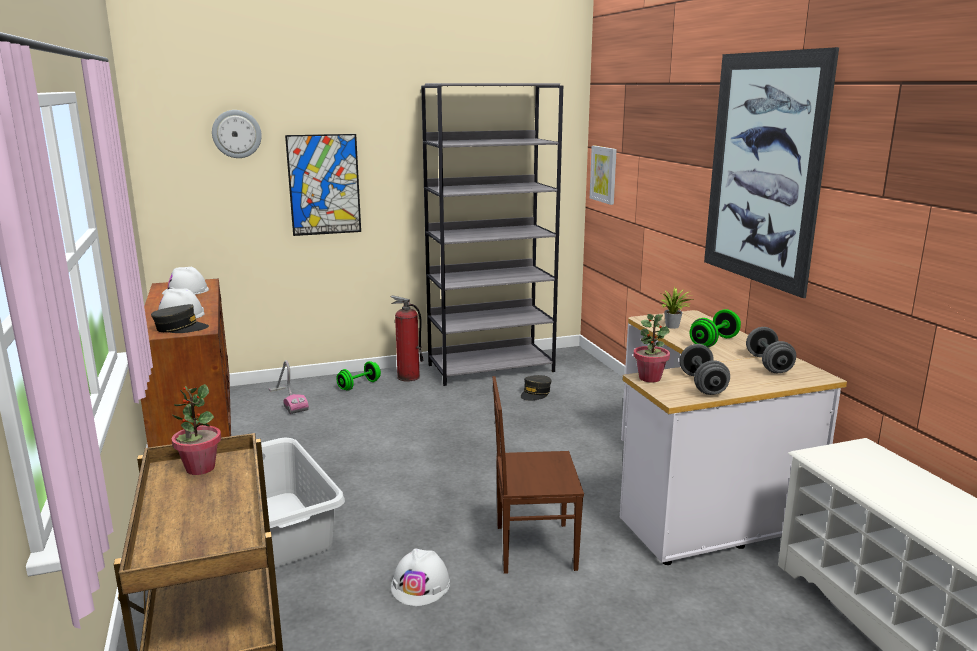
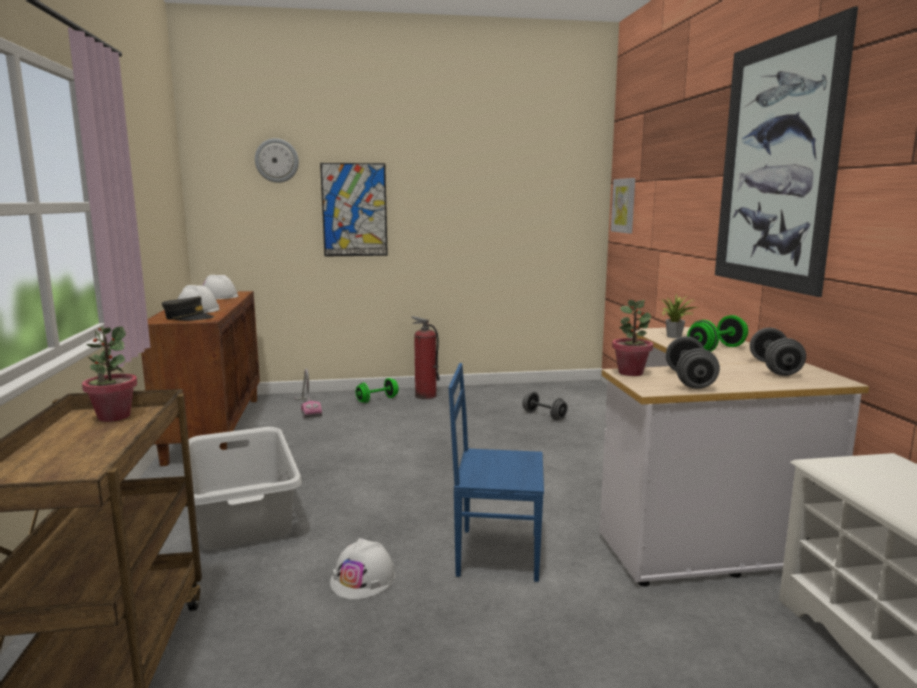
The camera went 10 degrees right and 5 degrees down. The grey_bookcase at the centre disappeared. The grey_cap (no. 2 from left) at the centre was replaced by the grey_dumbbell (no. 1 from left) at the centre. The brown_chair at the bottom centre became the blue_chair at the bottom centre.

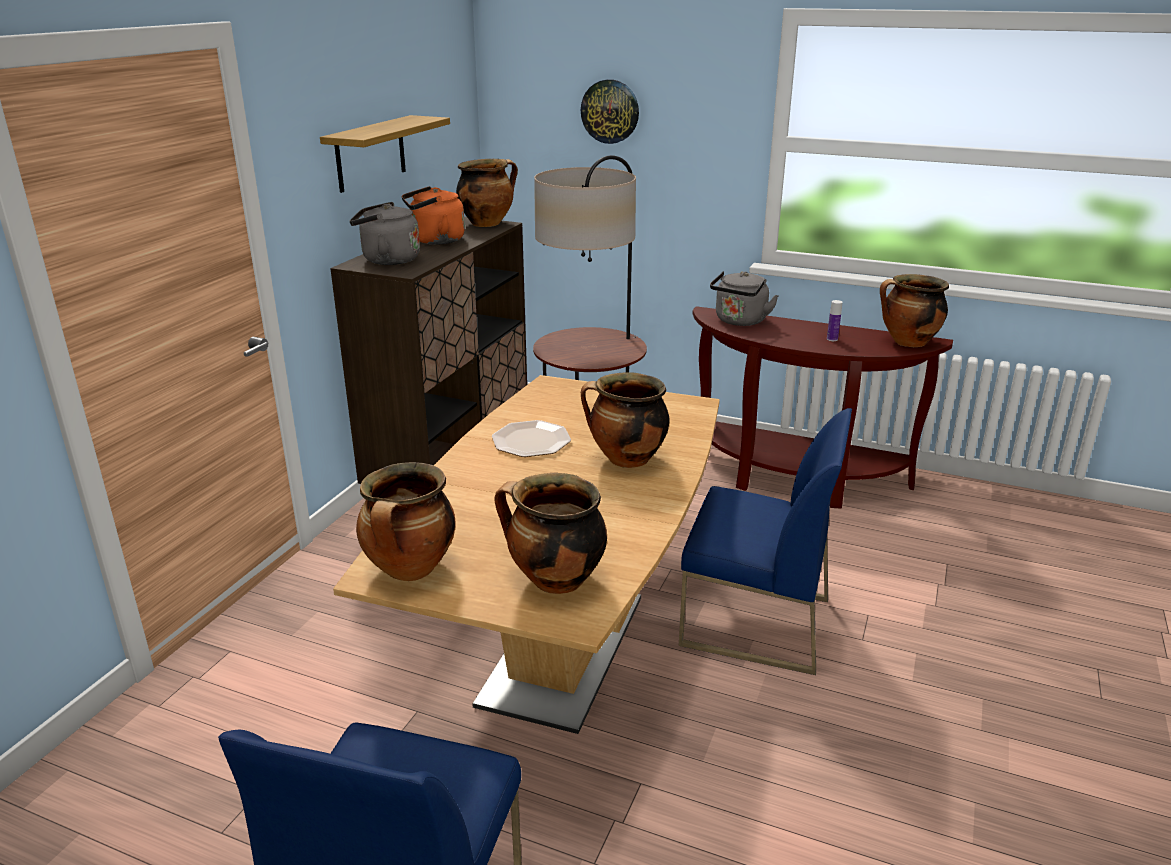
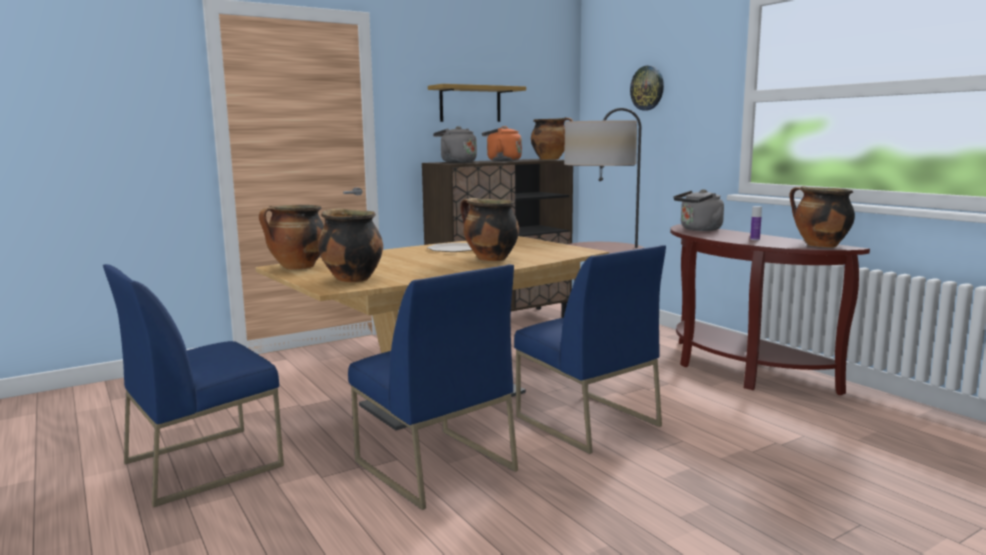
The camera went 35 degrees right and 15 degrees down. The blue_chair (no. 2 from left) at the bottom centre appeared.

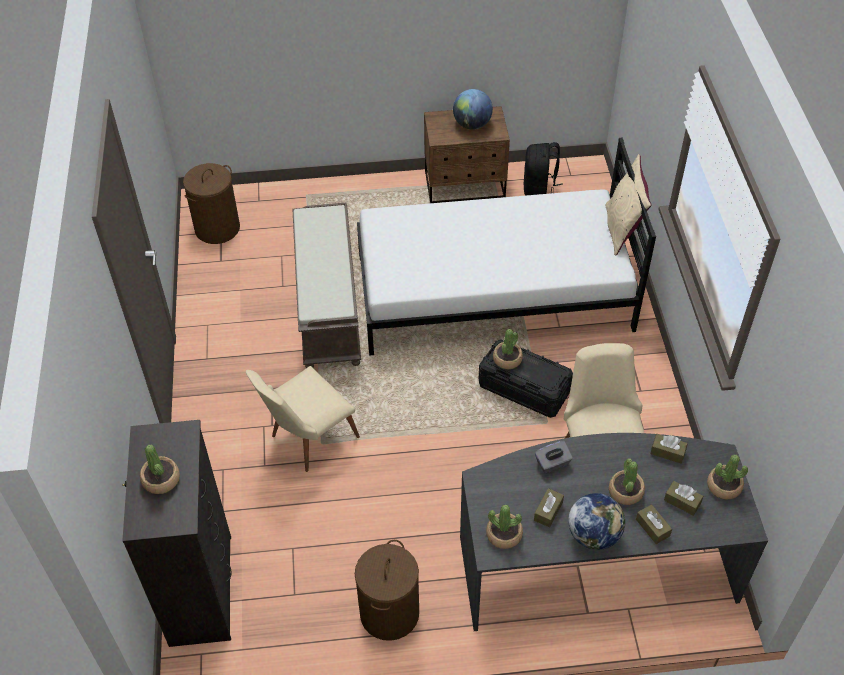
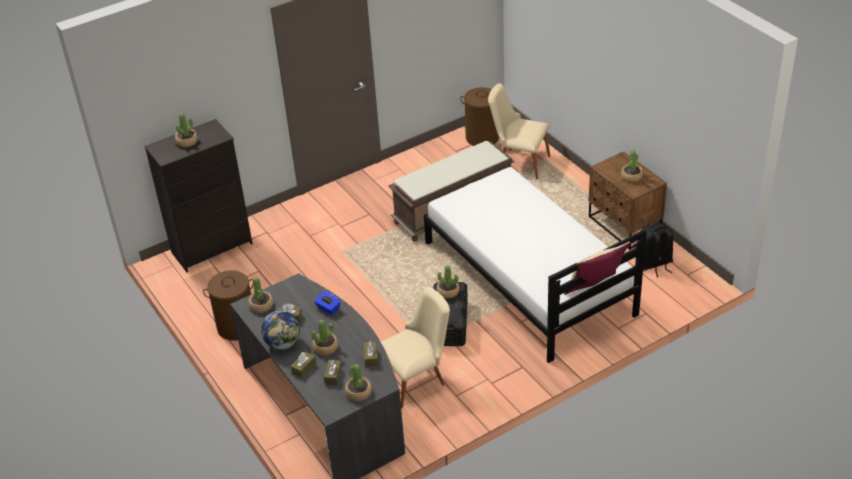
The camera went 65 degrees right and 10 degrees down. The beige_chair (no. 1 from left in the first image) moved from the centre to the top centre. The globe (no. 1 from left) at the top centre was replaced by the potted_plant (no. 6 from left) at the middle right. The grey_tissue_box at the bottom centre became the blue_tissue_box at the centre.

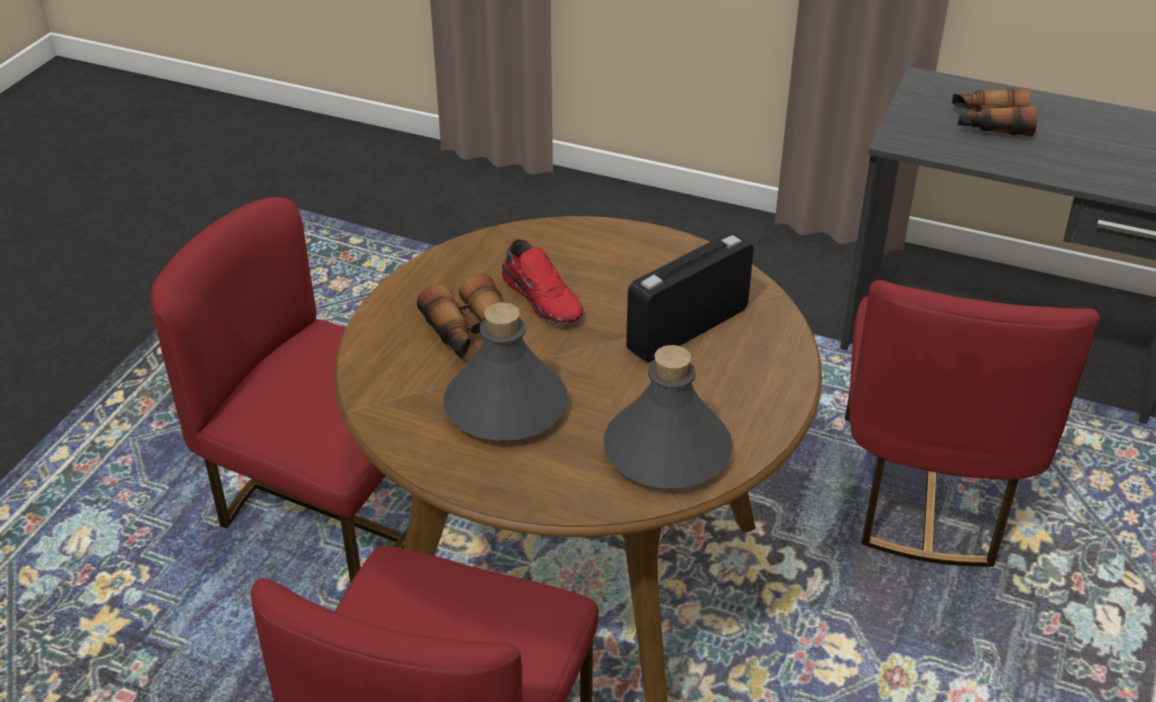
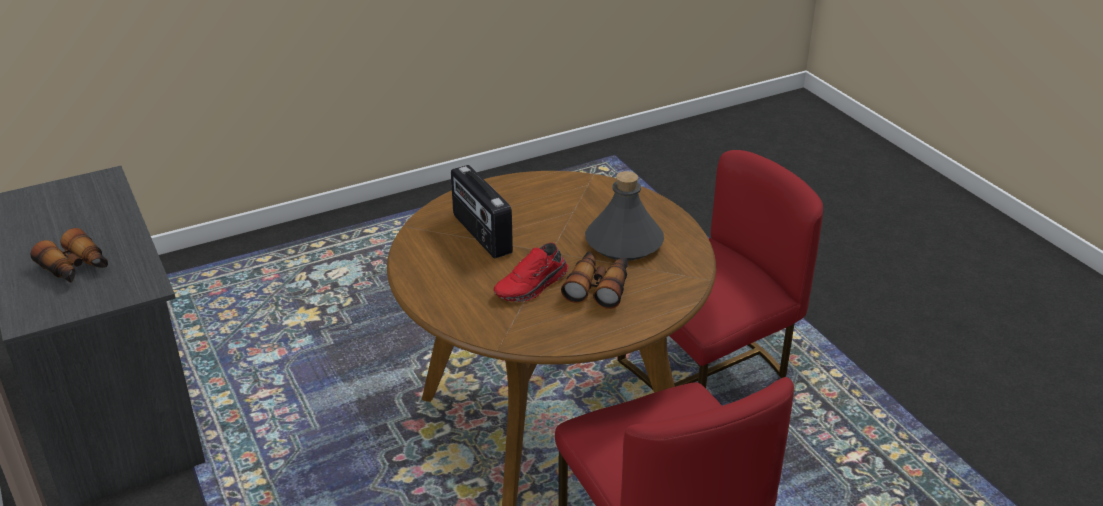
The camera went 140 degrees left and 5 degrees down. The grey_bottle (no. 2 from left) at the centre disappeared. The red_chair (no. 3 from left) at the middle right disappeared. The red_shoe at the centre turned 135 degrees counterclockwise. The radio at the centre turned 60 degrees clockwise.

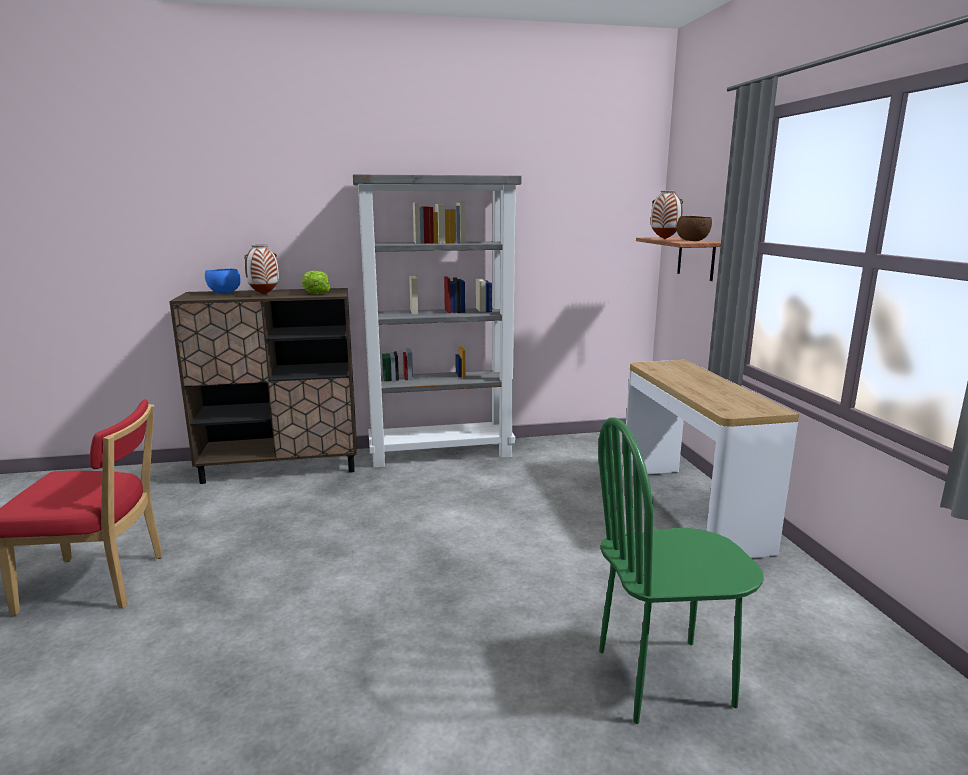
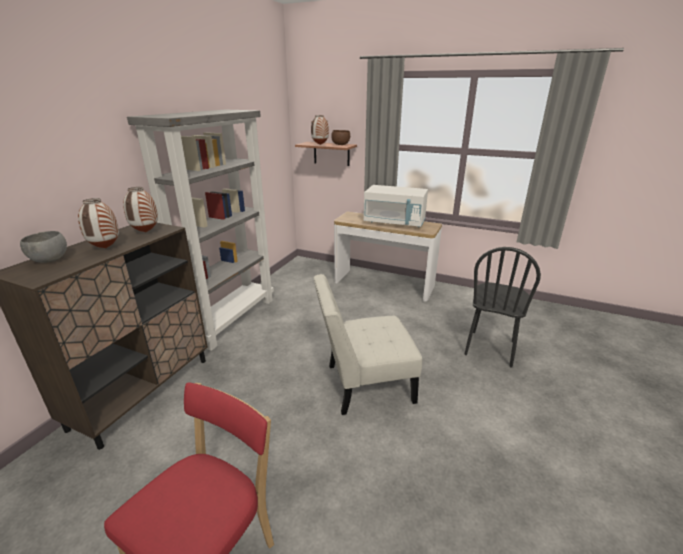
The camera went 55 degrees left and 10 degrees up. The white_chair at the centre appeared. The white_microwave at the centre appeared. The lettuce at the middle left was replaced by the vase (no. 2 from left) at the middle left. The blue_bowl at the middle left became the grey_bowl at the middle left. The green_chair at the bottom right became the black_chair at the middle right.

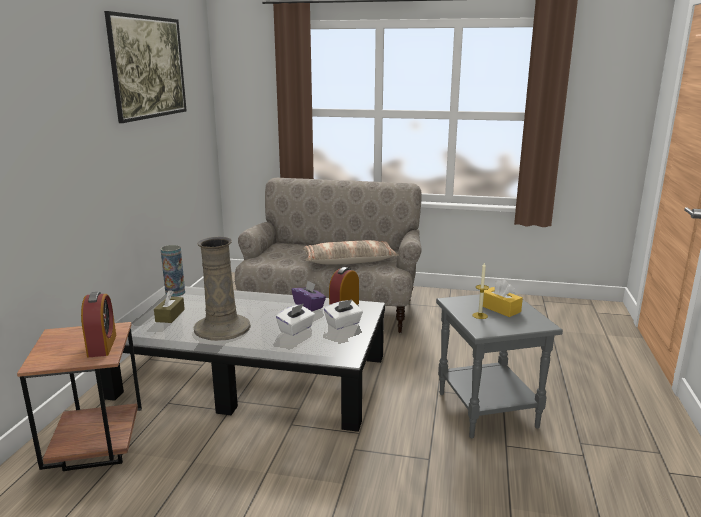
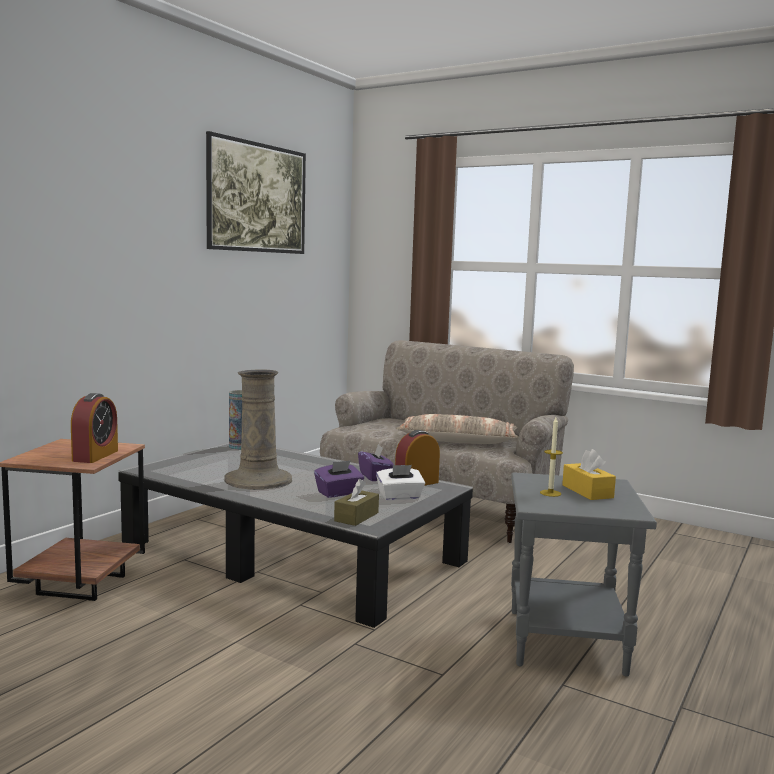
The camera went 20 degrees right and 10 degrees down. The brown_tissue_box moved from the middle left to the centre. The white_tissue_box (no. 1 from left) at the centre became the purple_tissue_box (no. 1 from left) at the centre.

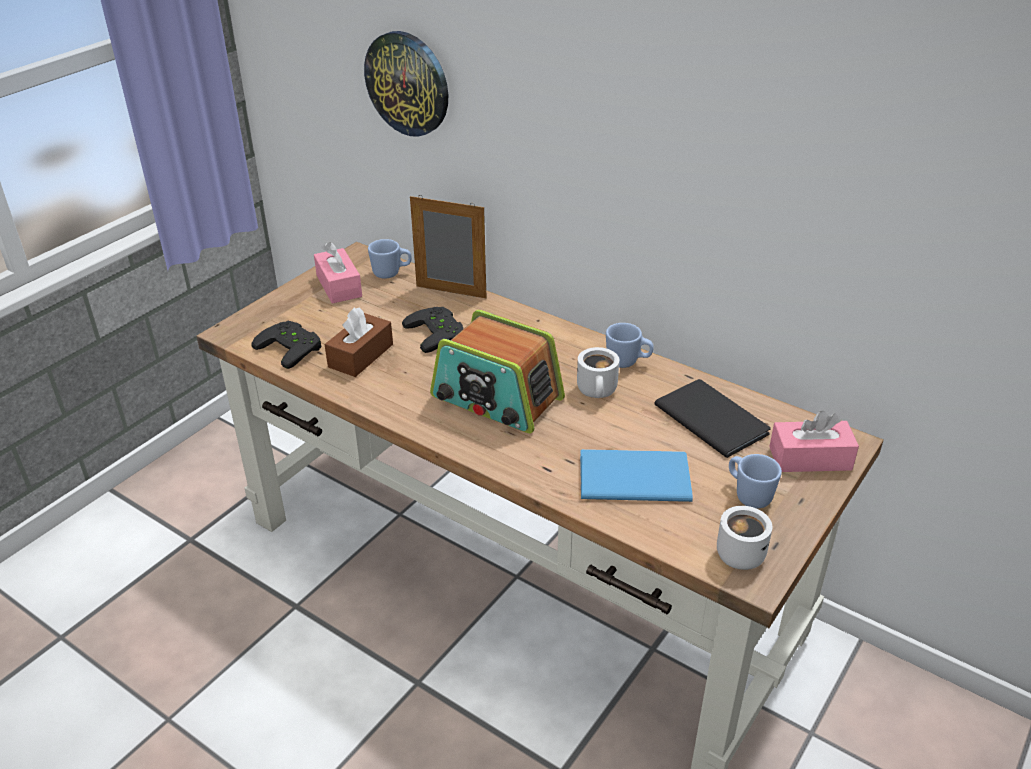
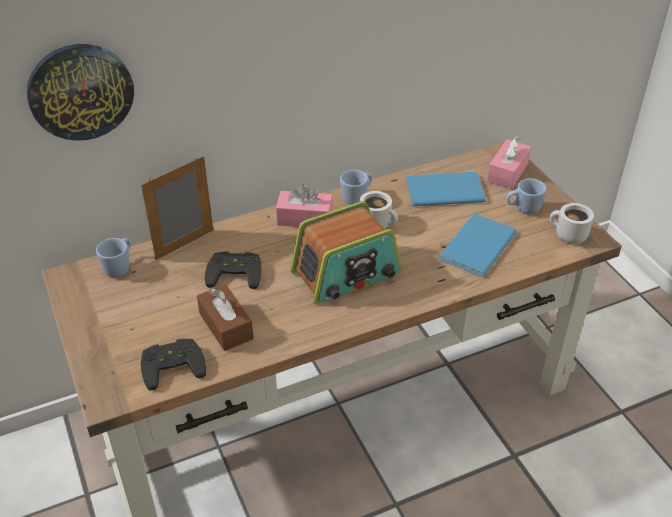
The camera went 60 degrees left and 5 degrees up. The pink_tissue_box (no. 1 from left) moved from the middle left to the centre. The black_book at the middle right became the blue_book (no. 1 from left) at the centre.

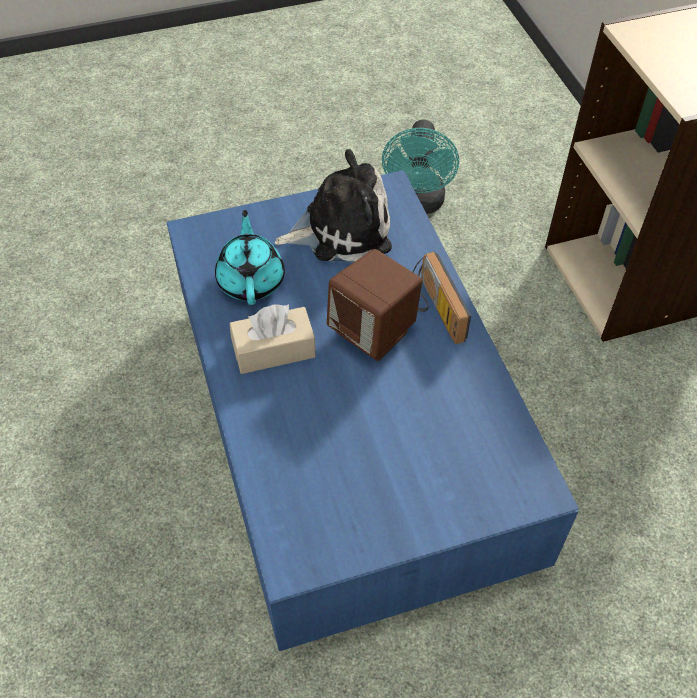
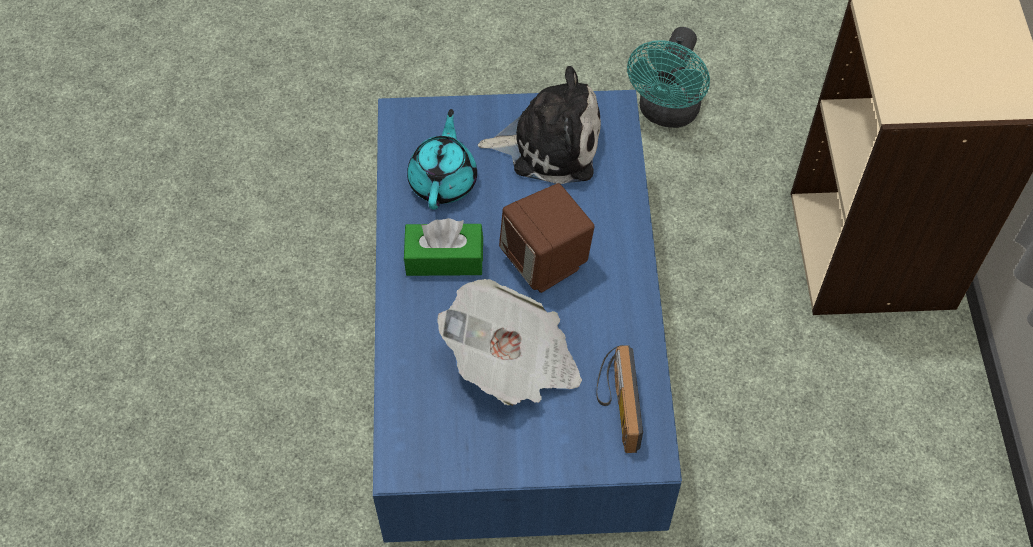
The camera went 15 degrees right and 5 degrees up. The newspaper at the centre appeared. The radio moved from the centre to the bottom centre. The beige_tissue_box at the centre became the green_tissue_box at the centre.

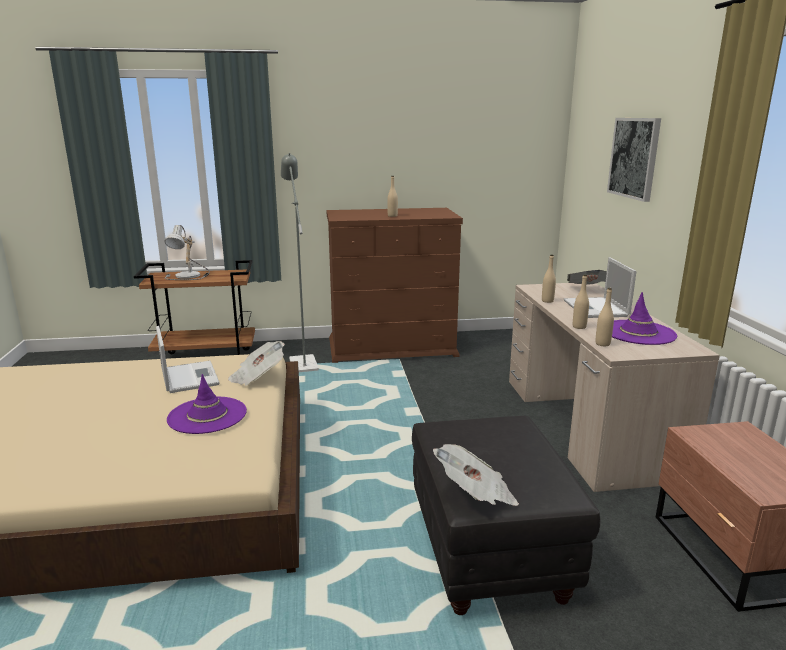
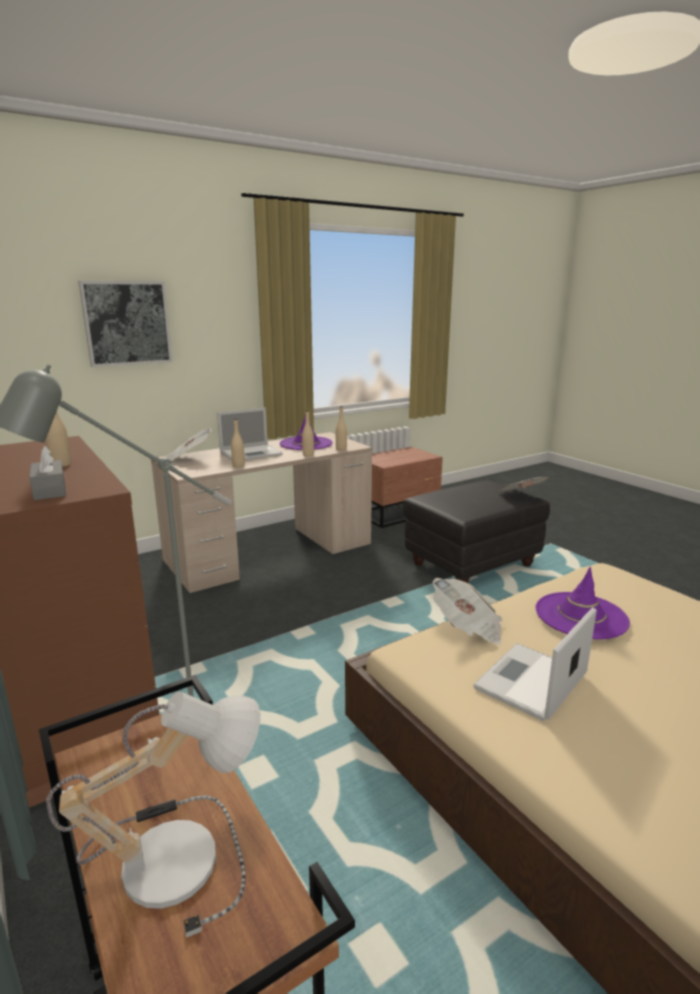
The camera went 115 degrees left and 0 degrees up. The grey_tissue_box at the middle left appeared.

